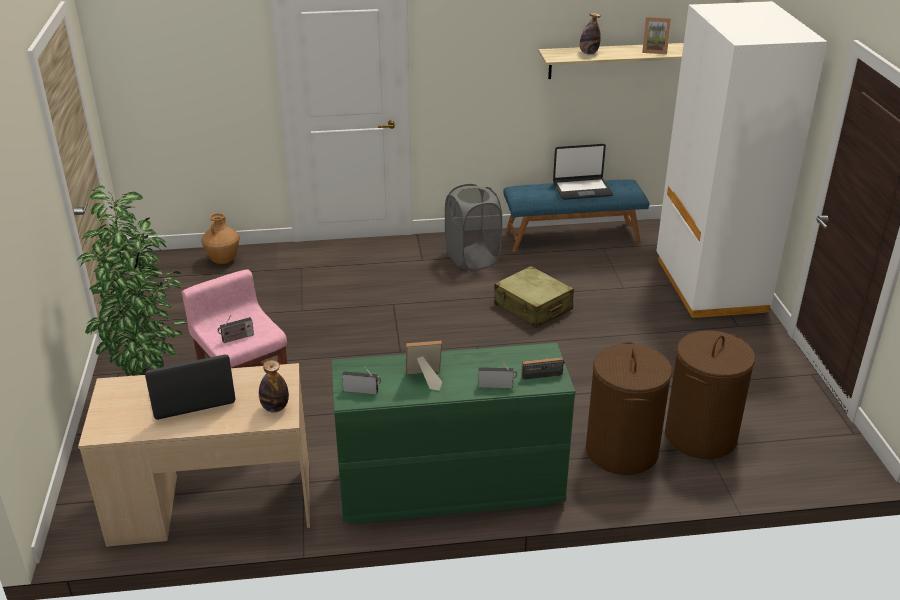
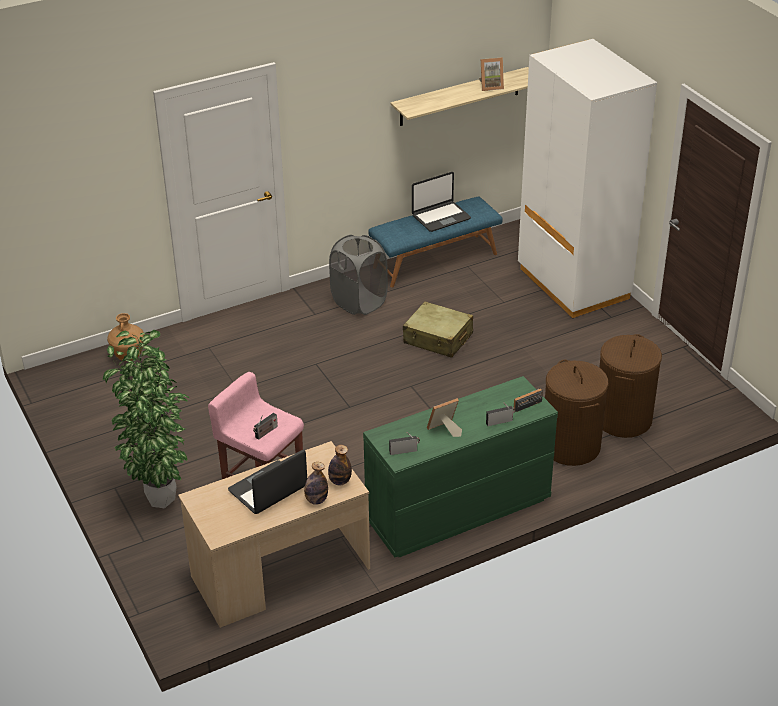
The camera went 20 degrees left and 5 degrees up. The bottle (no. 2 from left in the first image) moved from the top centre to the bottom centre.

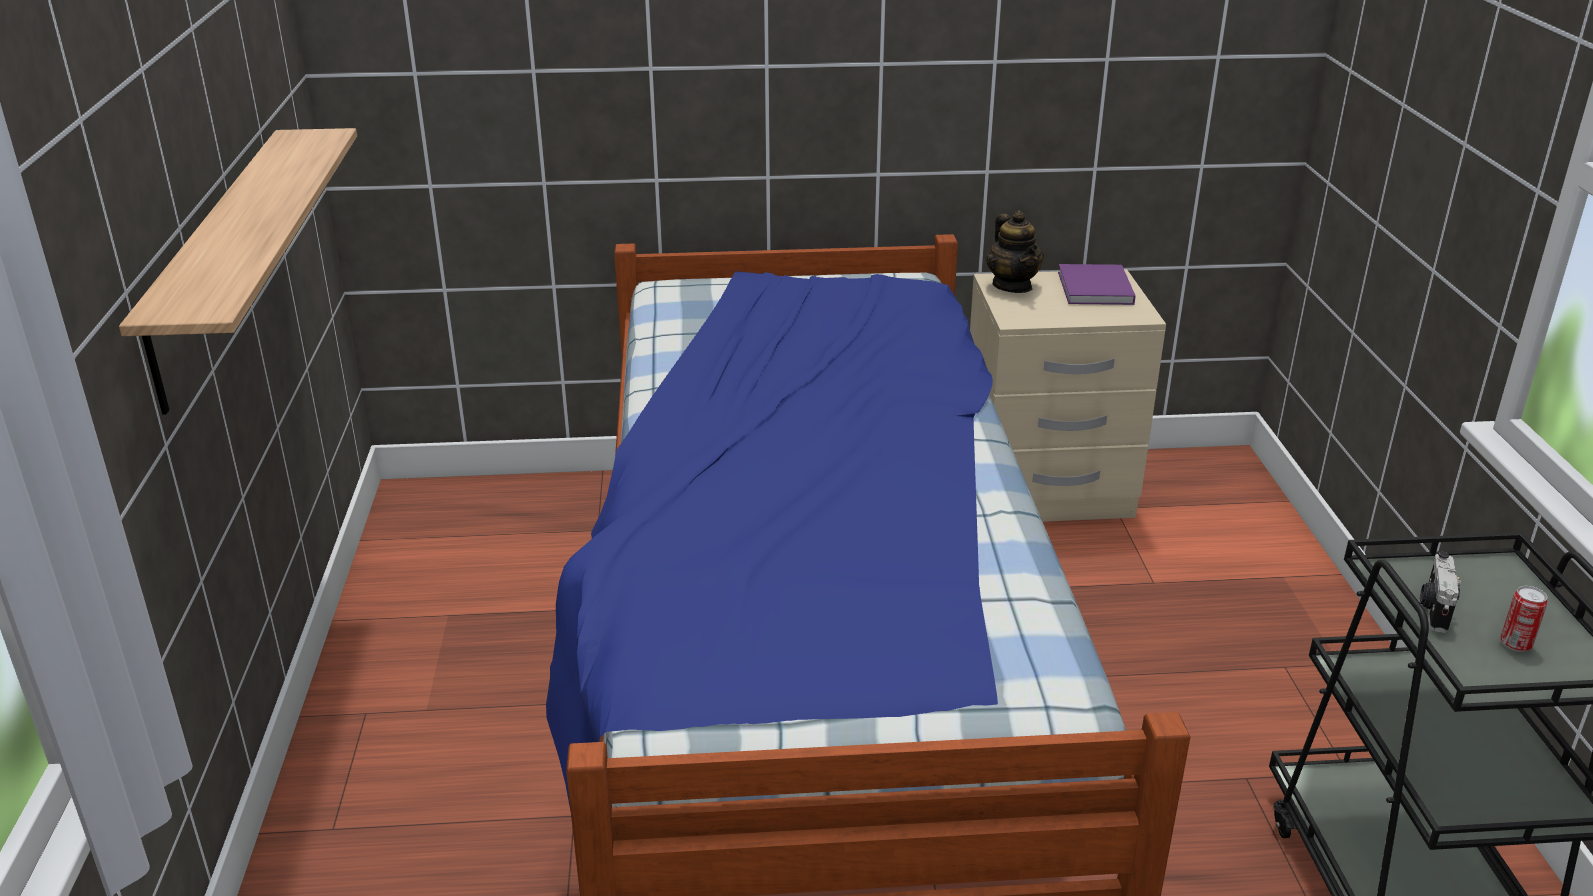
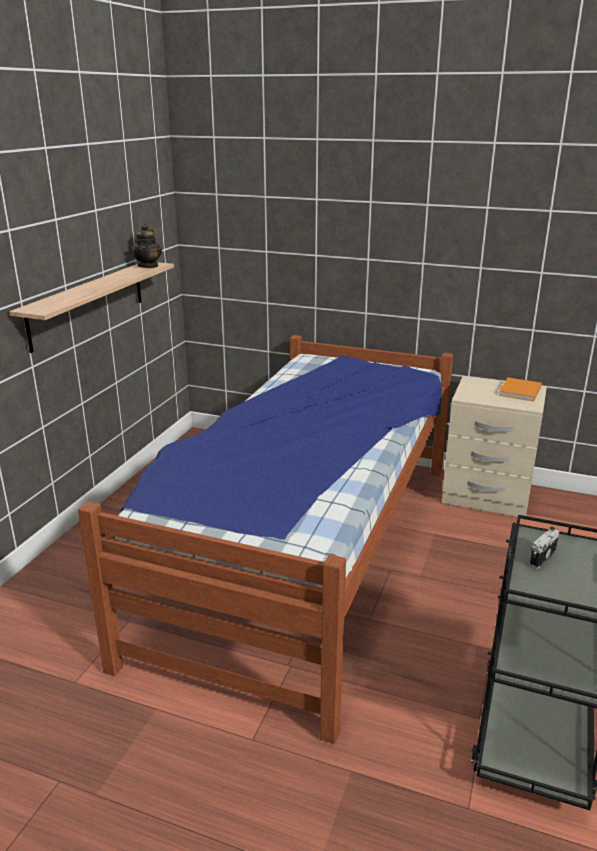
The camera went 25 degrees right and 5 degrees down. The can at the bottom right disappeared. The teapot moved from the top centre to the top left. The purple_book at the top right became the orange_book at the middle right.

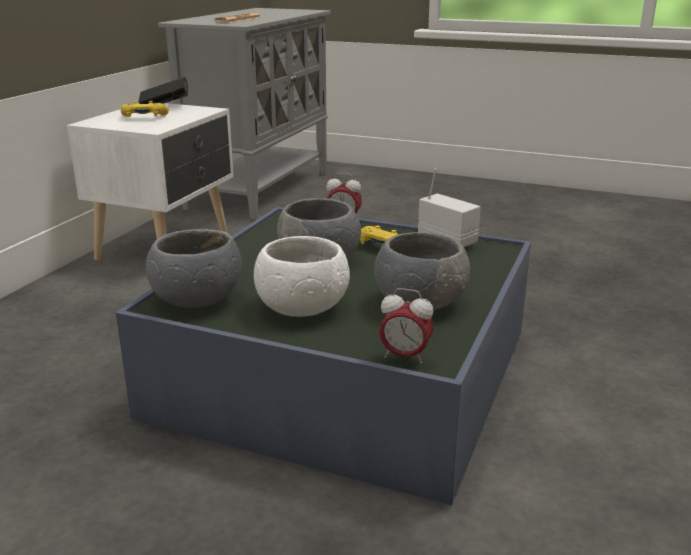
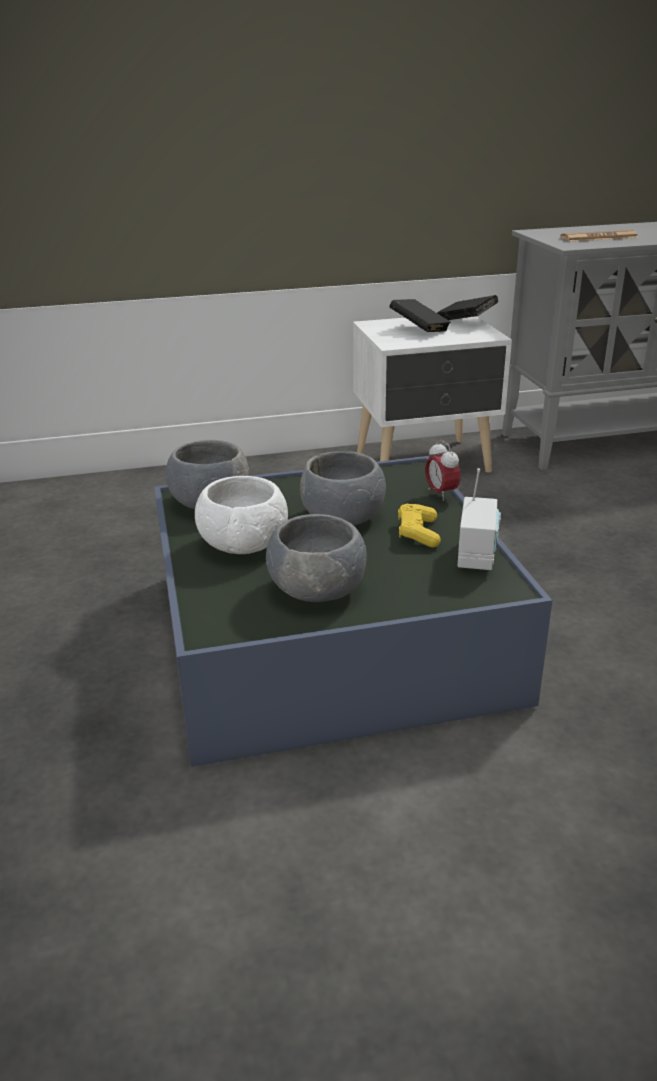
The camera went 55 degrees right and 5 degrees up. The alarm_clock (no. 2 from left) at the centre disappeared. The yellow_game_controller (no. 1 from left) at the top left was replaced by the black_book (no. 1 from left) at the top centre.

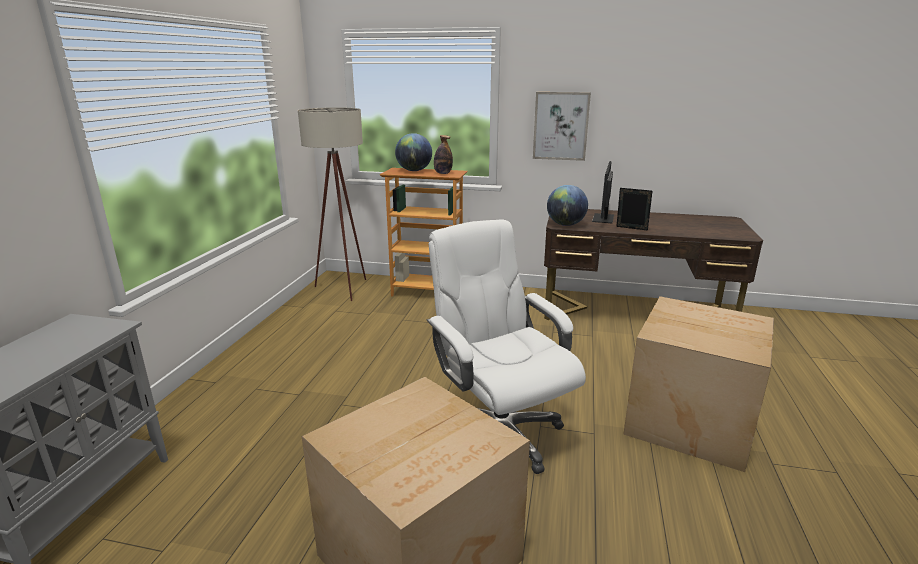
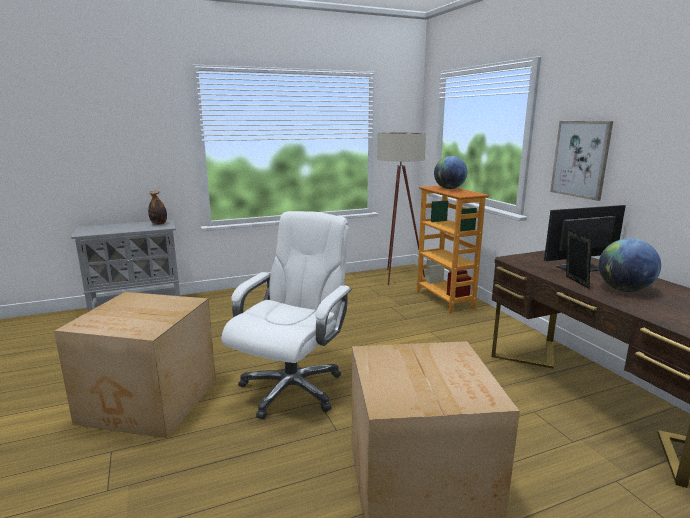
The camera went 55 degrees right and 5 degrees down. The bottle moved from the top centre to the middle left. The globe (no. 2 from left) moved from the centre to the middle right.

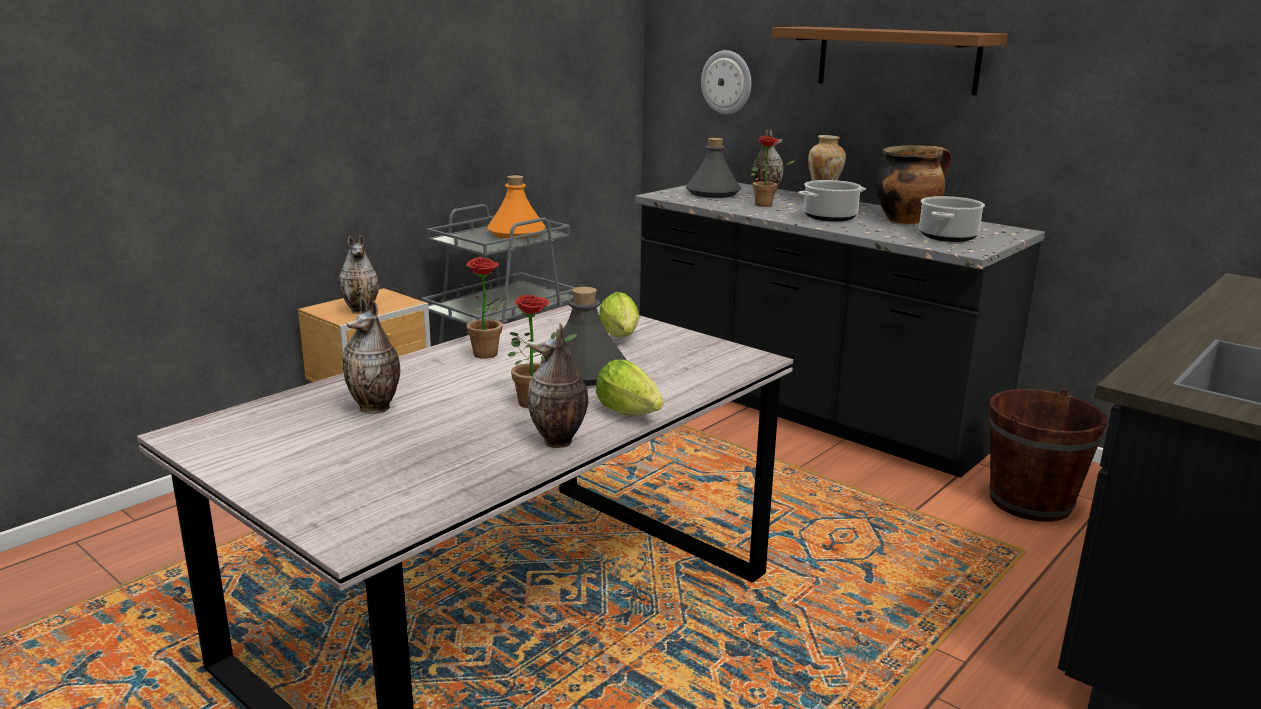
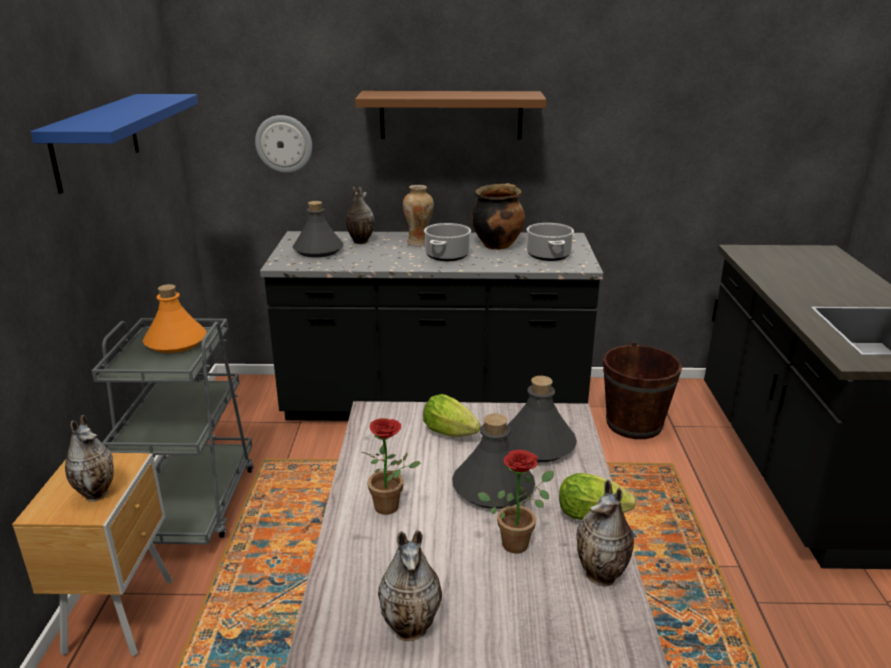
The camera went 40 degrees left and 5 degrees up. The potted_plant (no. 3 from left) at the top centre disappeared. The blue_shelf at the top left appeared. The grey_bottle (no. 3 from left) at the centre appeared.

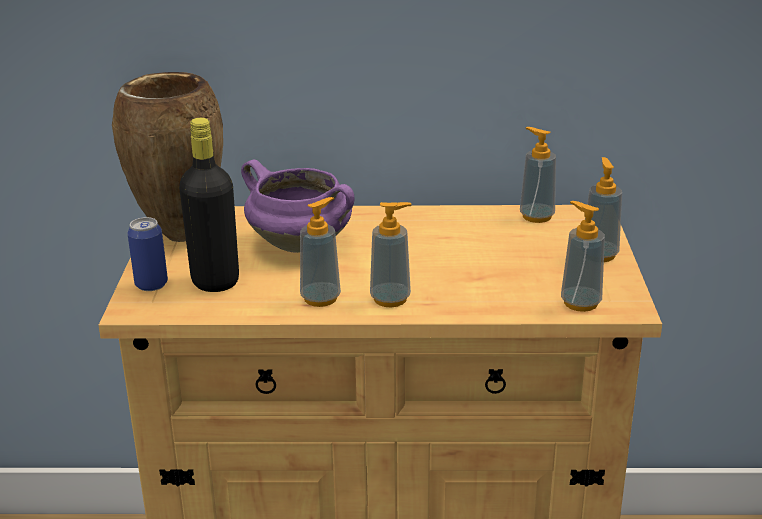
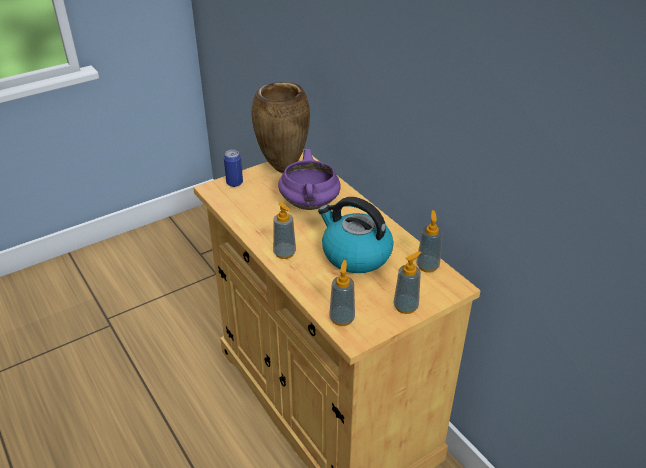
The camera went 55 degrees right and 10 degrees up. The black_bottle at the middle left disappeared. The soap_dispenser (no. 1 from left) at the centre disappeared. The kettle at the centre appeared.

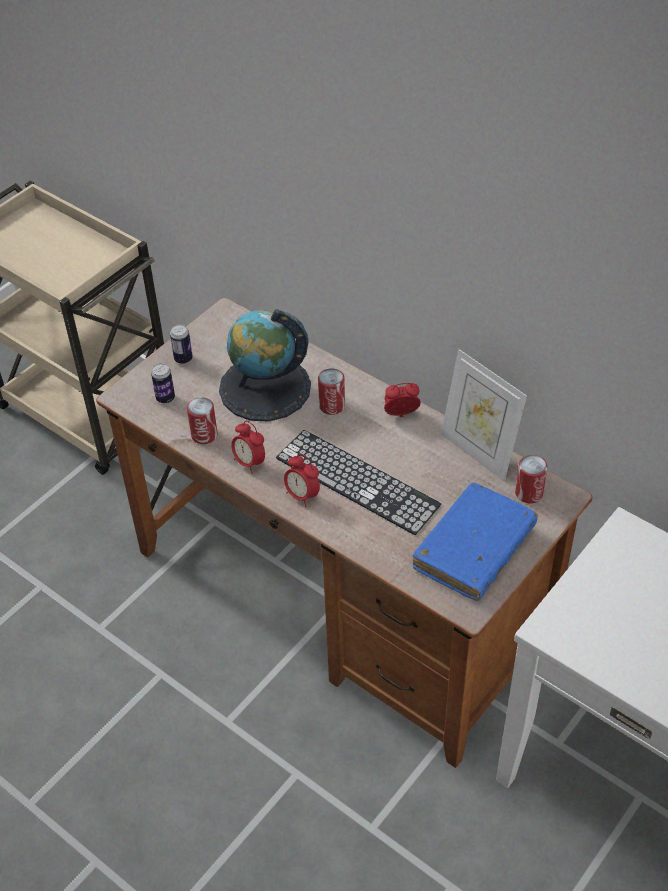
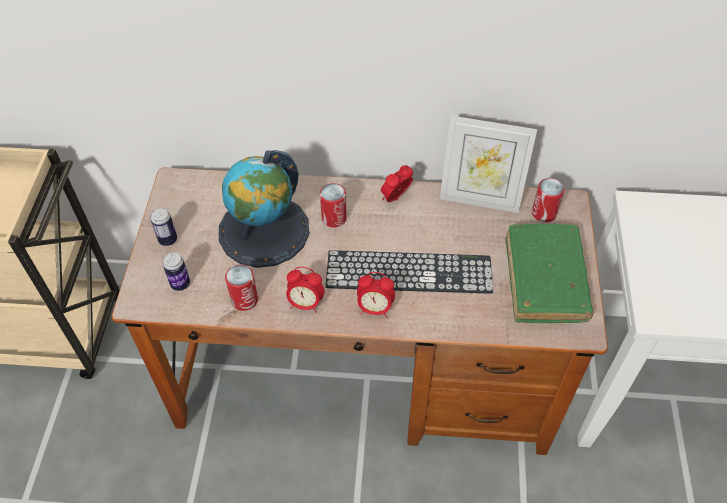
The camera went 35 degrees left and 5 degrees up. The blue_book at the middle right became the green_book at the middle right.

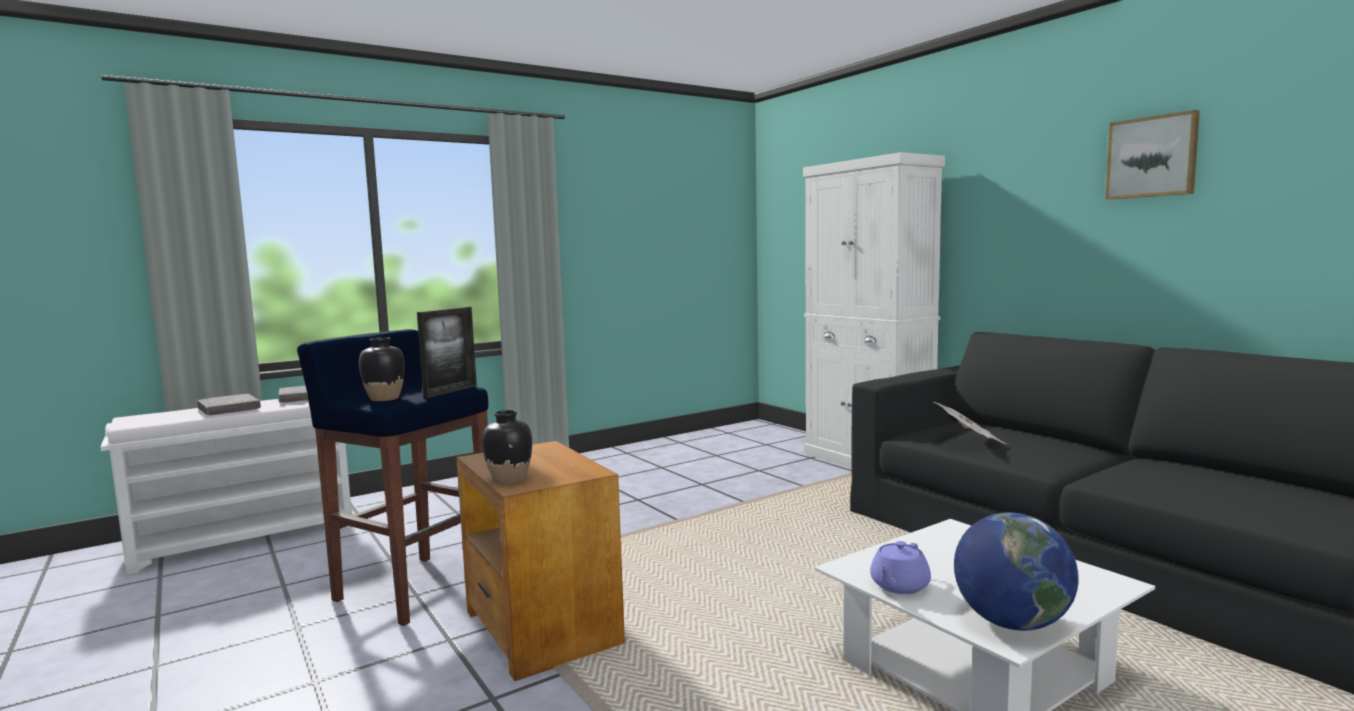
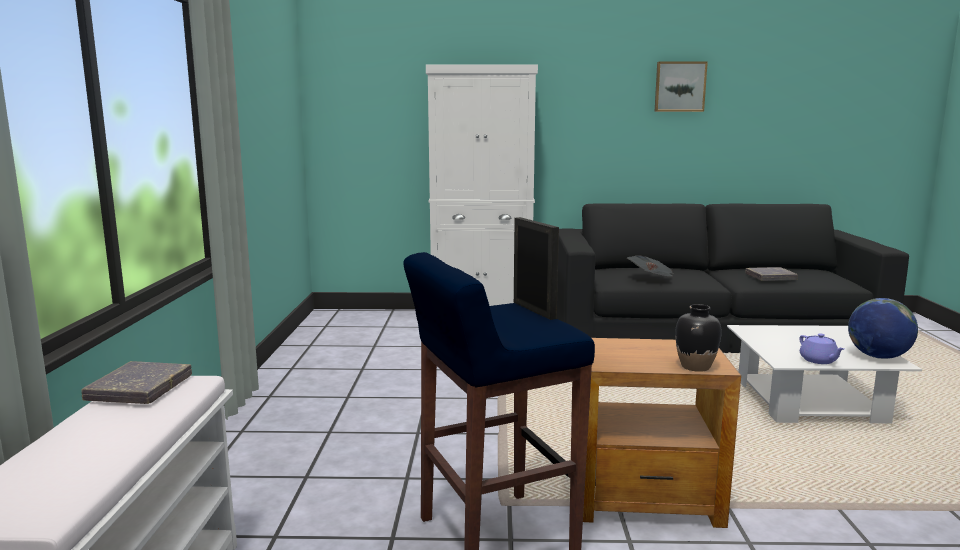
The camera went 55 degrees left and 5 degrees up. The black_vase (no. 1 from left) at the middle left disappeared. The grey_book (no. 1 from left in the first image) moved from the middle left to the middle right.

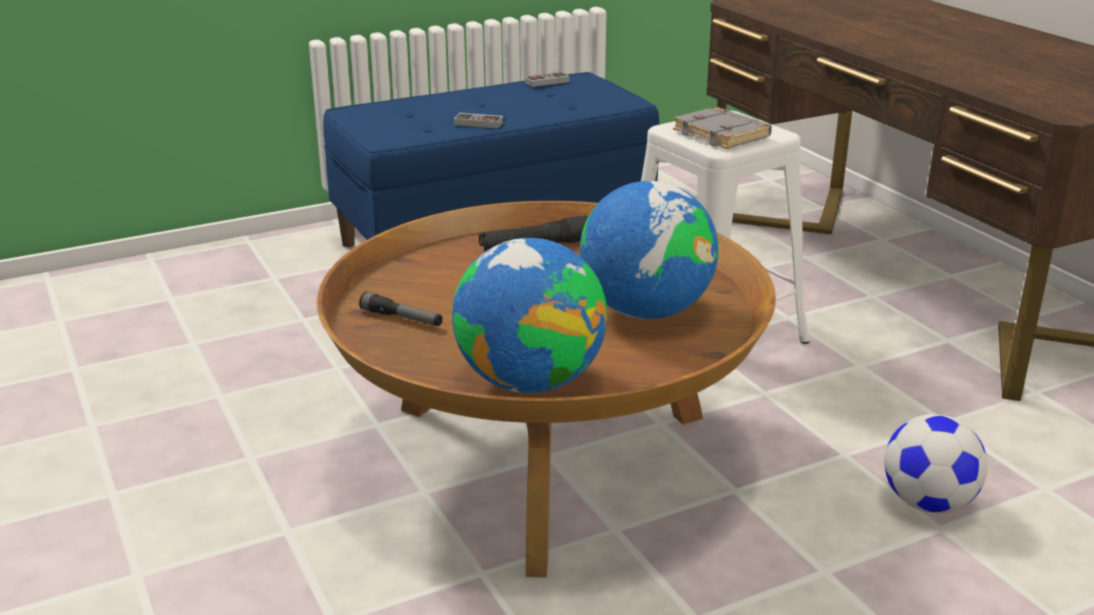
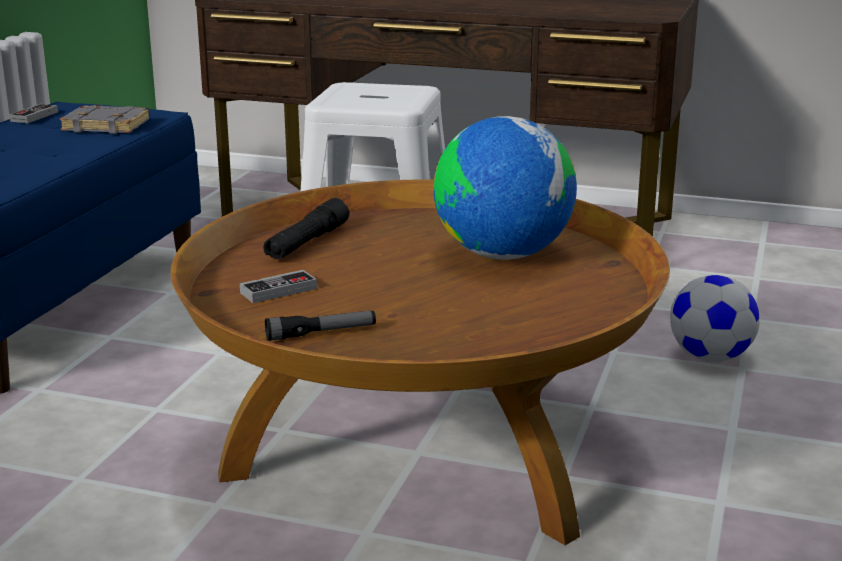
The camera went 45 degrees left and 5 degrees down. The globe (no. 1 from left) at the centre disappeared. The game_controller (no. 1 from left in the first image) moved from the top centre to the middle left. The grey_book moved from the top centre to the top left.

